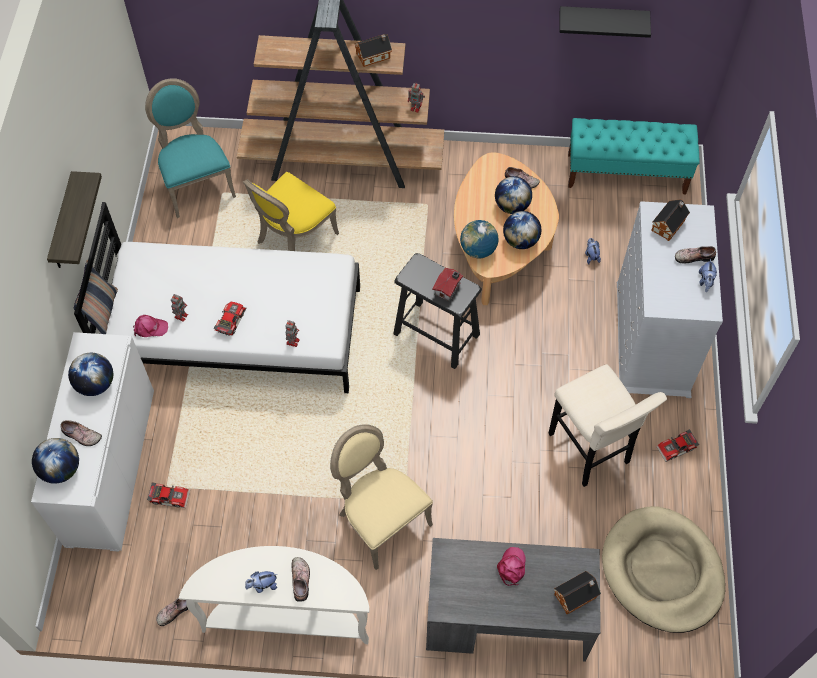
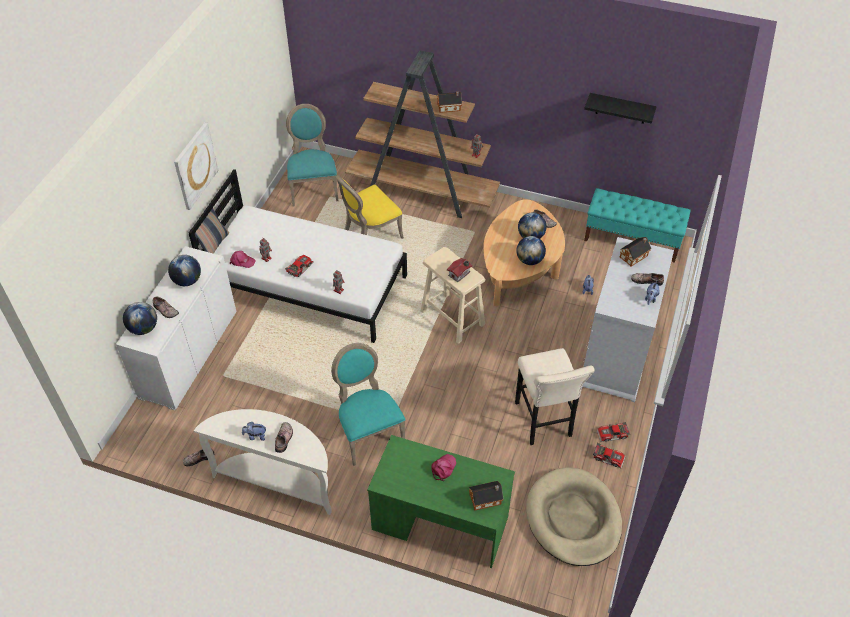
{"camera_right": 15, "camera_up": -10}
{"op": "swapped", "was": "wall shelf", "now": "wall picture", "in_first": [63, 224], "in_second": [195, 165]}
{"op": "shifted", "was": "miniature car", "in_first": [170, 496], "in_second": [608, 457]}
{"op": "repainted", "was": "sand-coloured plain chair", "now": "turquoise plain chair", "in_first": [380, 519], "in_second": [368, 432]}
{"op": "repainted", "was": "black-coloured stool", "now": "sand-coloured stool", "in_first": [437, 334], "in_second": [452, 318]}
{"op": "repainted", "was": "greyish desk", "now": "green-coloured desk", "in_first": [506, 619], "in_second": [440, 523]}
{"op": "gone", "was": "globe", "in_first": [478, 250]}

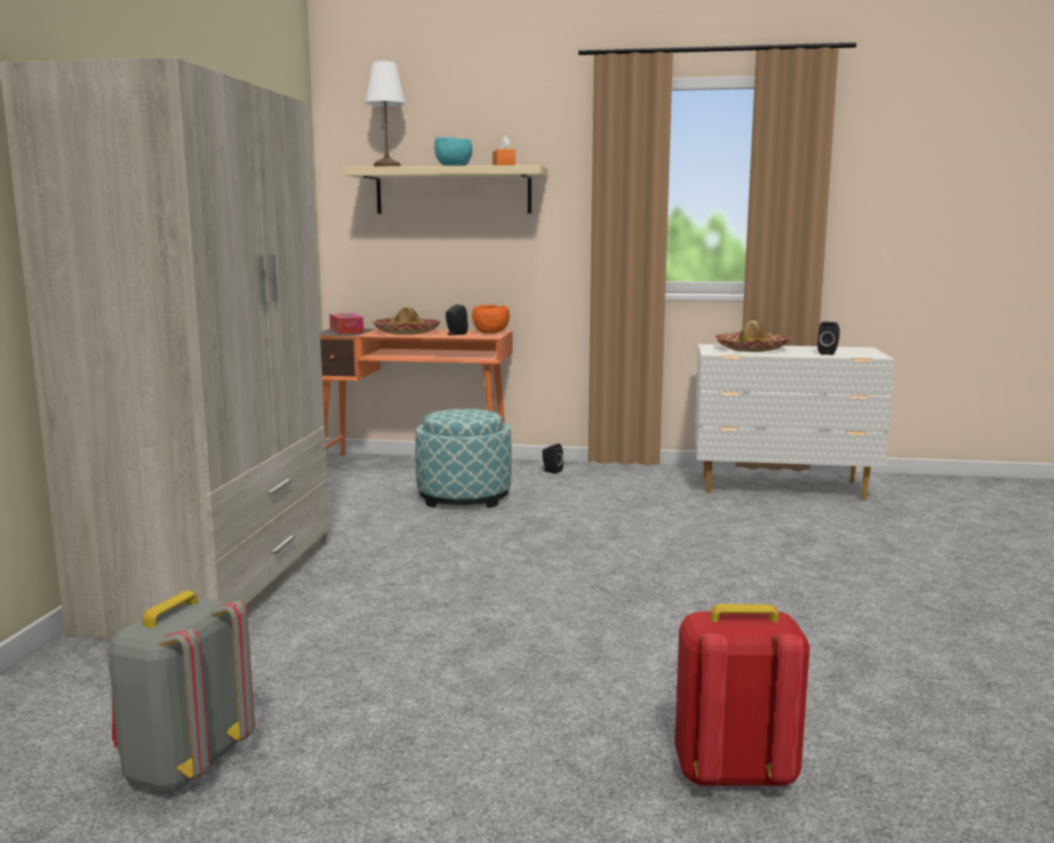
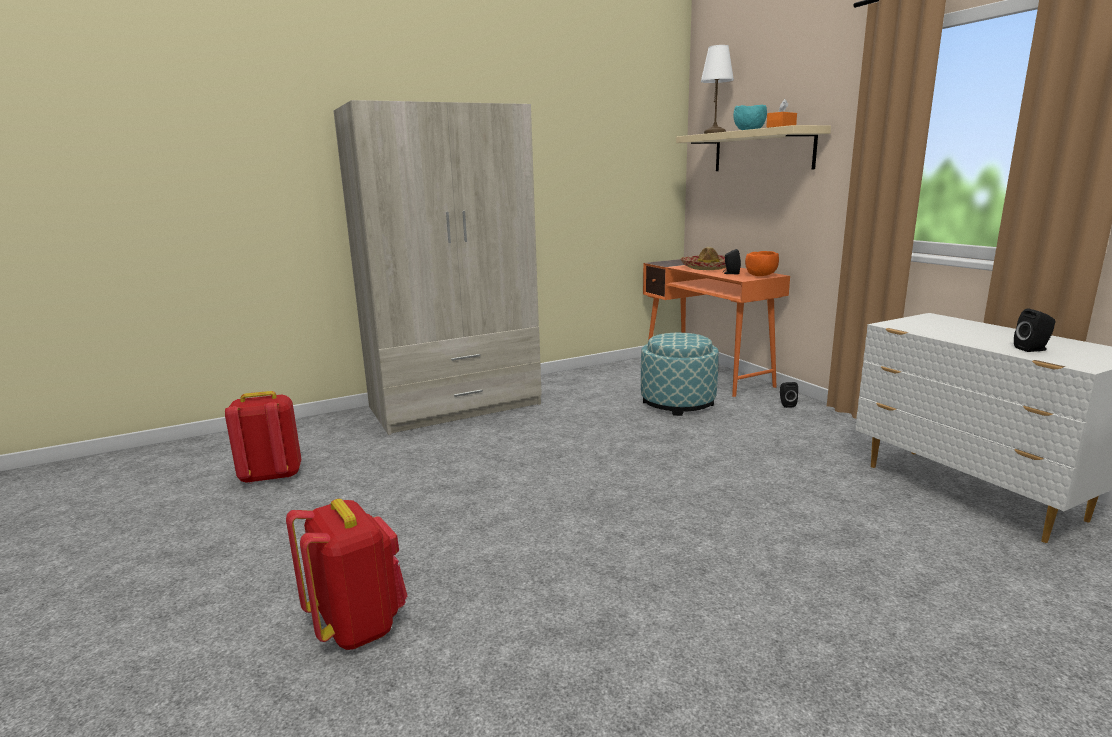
{"camera_right": 55, "camera_up": 5}
{"op": "repainted", "was": "greyish knapsack", "now": "reddish knapsack", "in_first": [183, 767], "in_second": [271, 476]}
{"op": "gone", "was": "tissue holder", "in_first": [346, 331]}
{"op": "gone", "was": "hat", "in_first": [752, 349]}

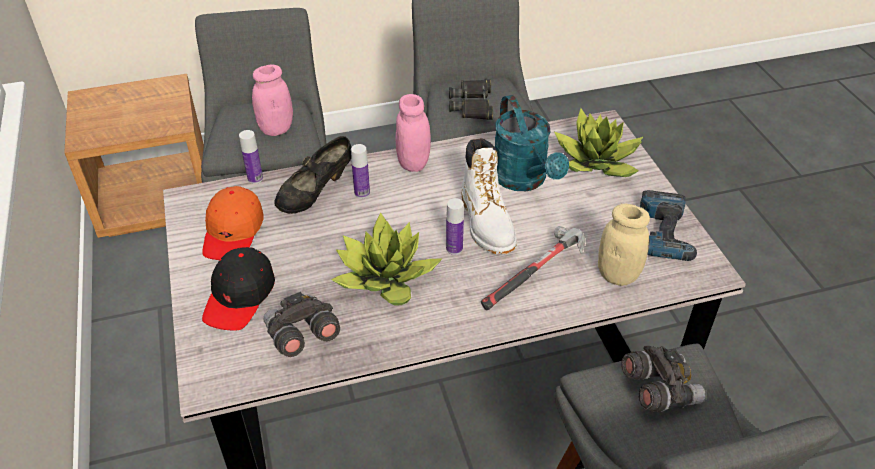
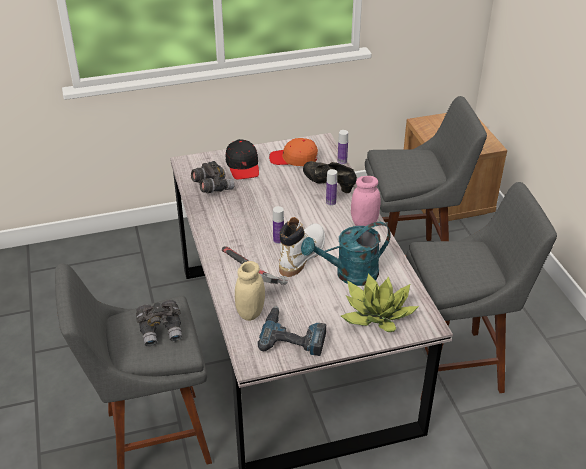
{"camera_right": 90, "camera_up": -5}
{"op": "rotated", "was": "black-coloured cap", "in_first": [240, 296], "in_second": [243, 166], "clockwise": -120}
{"op": "gone", "was": "pinkish storage jar", "in_first": [276, 129]}
{"op": "gone", "was": "potted plant", "in_first": [386, 278]}
{"op": "gone", "was": "black-coloured field glasses", "in_first": [472, 104]}
{"op": "rotated", "was": "white-coloured tall boot", "in_first": [487, 223], "in_second": [302, 255], "clockwise": 135}

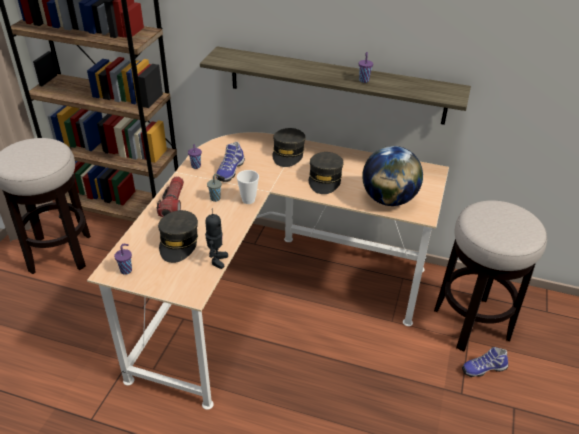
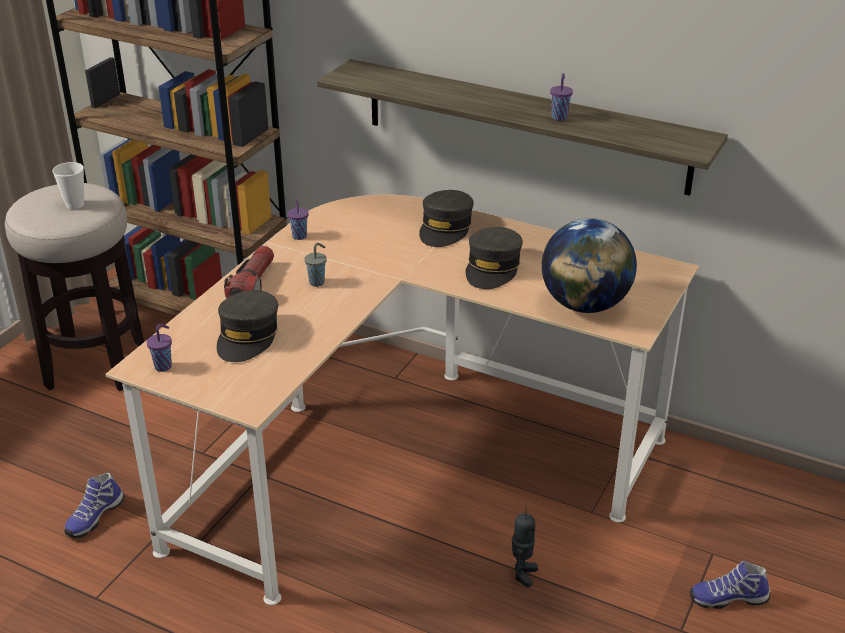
{"camera_right": 10, "camera_up": -5}
{"op": "shifted", "was": "robot figure", "in_first": [217, 260], "in_second": [522, 574]}
{"op": "shifted", "was": "low shoe", "in_first": [229, 171], "in_second": [94, 516]}
{"op": "shifted", "was": "cup", "in_first": [248, 200], "in_second": [75, 205]}
{"op": "gone", "was": "stool", "in_first": [471, 323]}

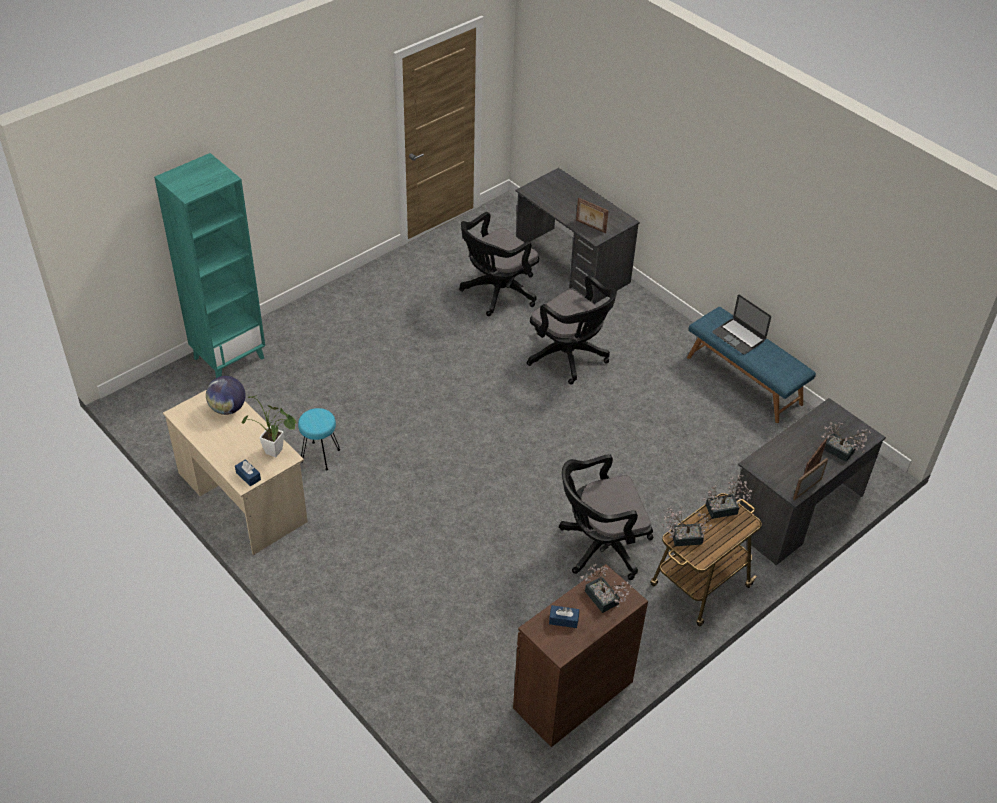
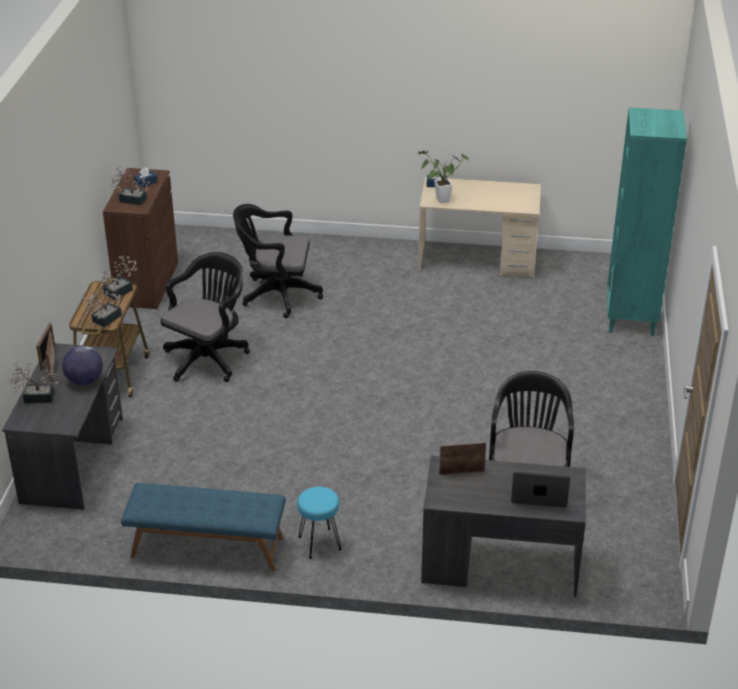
{"camera_right": 140, "camera_up": -10}
{"op": "shifted", "was": "globe", "in_first": [228, 408], "in_second": [84, 381]}
{"op": "shifted", "was": "turquoise stool", "in_first": [320, 456], "in_second": [319, 543]}
{"op": "shifted", "was": "black-coloured desk chair", "in_first": [569, 357], "in_second": [276, 295]}
{"op": "shifted", "was": "portable computer", "in_first": [738, 336], "in_second": [539, 493]}

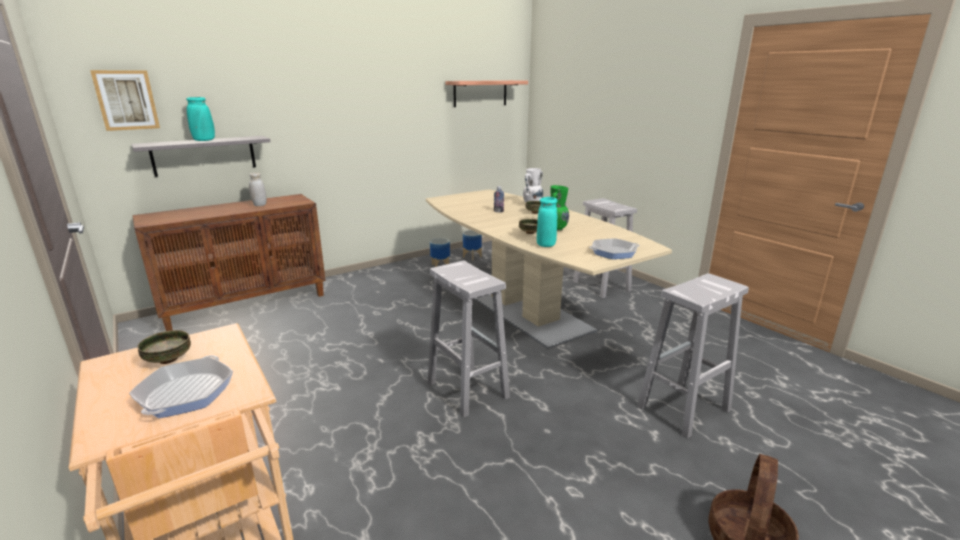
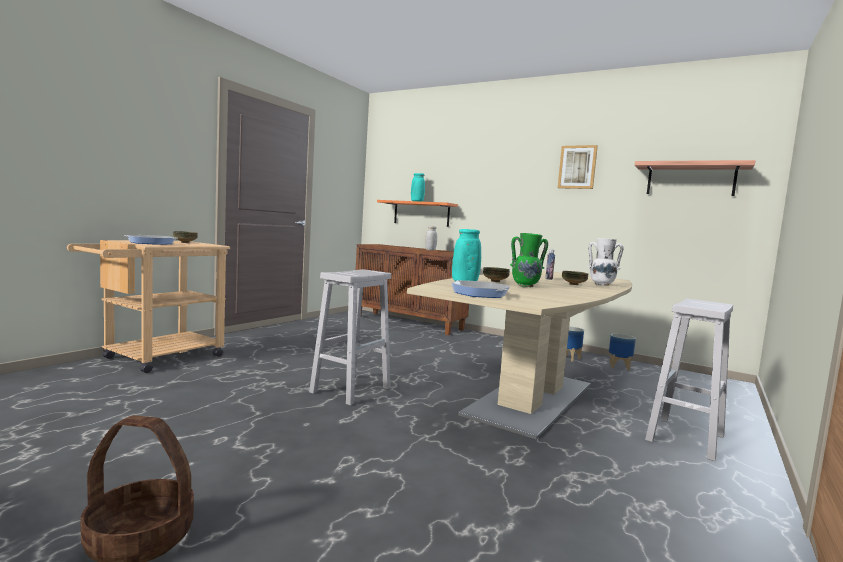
{"camera_right": 65, "camera_up": -15}
{"op": "shifted", "was": "wall picture", "in_first": [126, 100], "in_second": [577, 167]}
{"op": "repainted", "was": "greyish wall shelf", "now": "orange-coloured wall shelf", "in_first": [204, 155], "in_second": [421, 213]}
{"op": "gone", "was": "white-coloured stool", "in_first": [683, 409]}

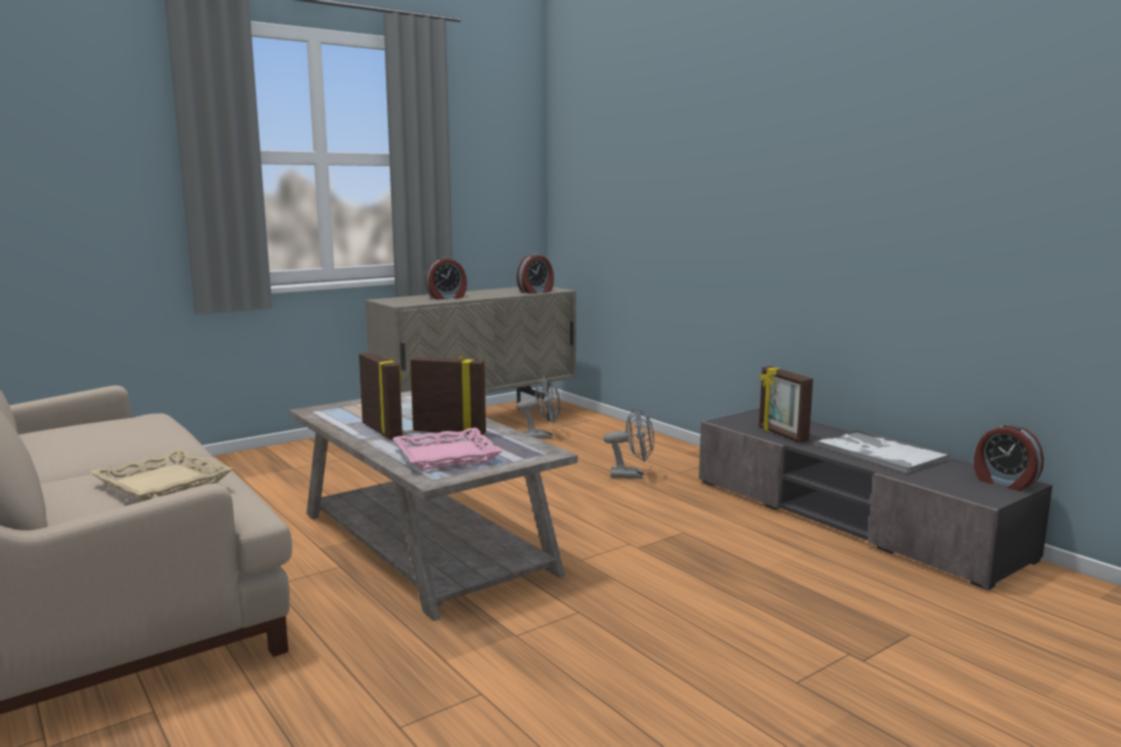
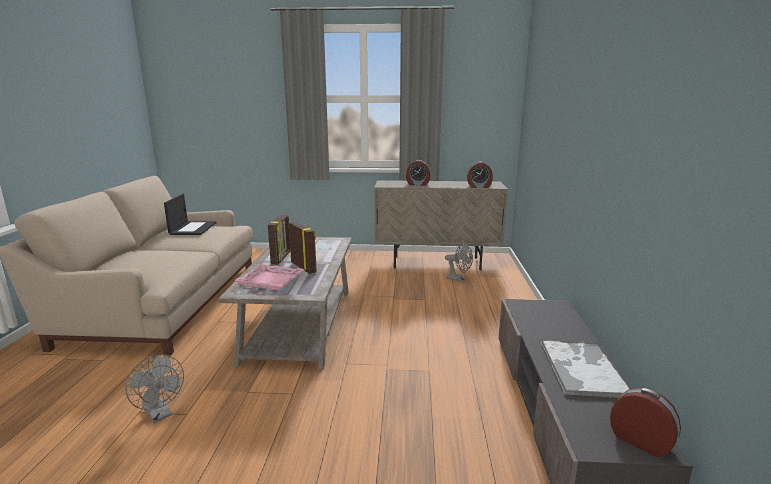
{"camera_right": 40, "camera_up": 5}
{"op": "gone", "was": "sand-coloured tray", "in_first": [162, 483]}
{"op": "shifted", "was": "greyish fan", "in_first": [632, 475], "in_second": [160, 414]}
{"op": "gone", "was": "standing frame", "in_first": [782, 435]}
{"op": "rotated", "was": "alarm clock", "in_first": [1004, 482], "in_second": [641, 441], "clockwise": 135}
{"op": "new", "now": "portable computer", "in_second": [193, 228]}

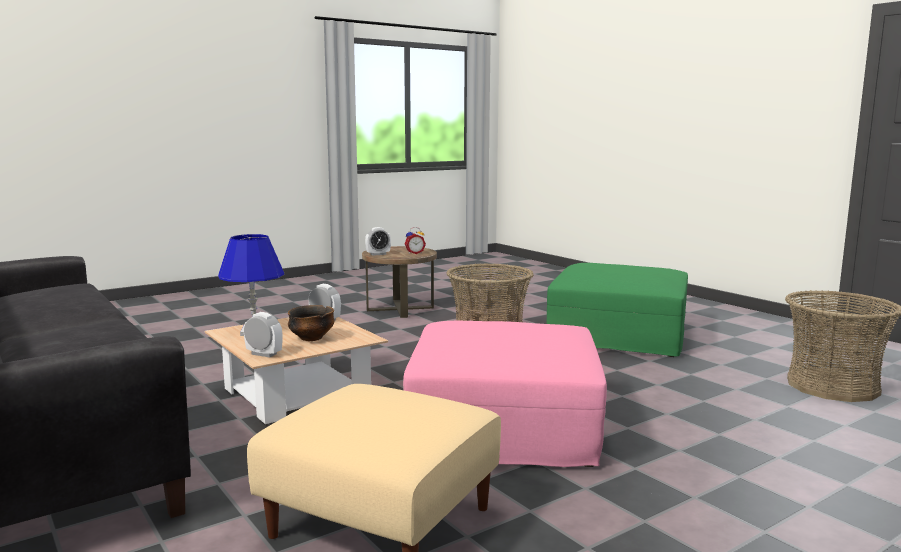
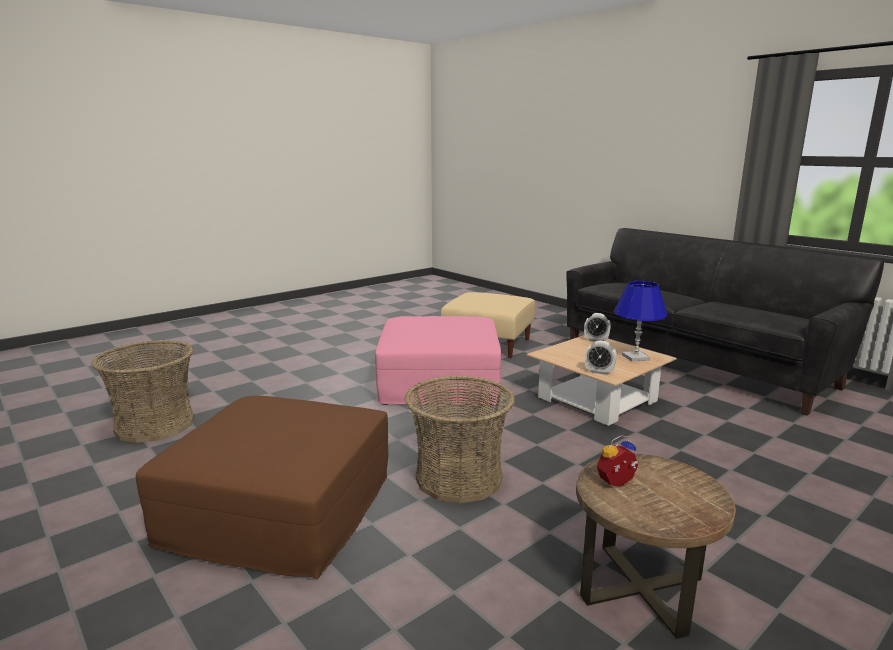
{"camera_right": 175, "camera_up": 5}
{"op": "gone", "was": "bowl", "in_first": [311, 338]}
{"op": "gone", "was": "alarm clock", "in_first": [378, 254]}
{"op": "repainted", "was": "green-coloured pouffe", "now": "brownish pouffe", "in_first": [618, 333], "in_second": [279, 510]}

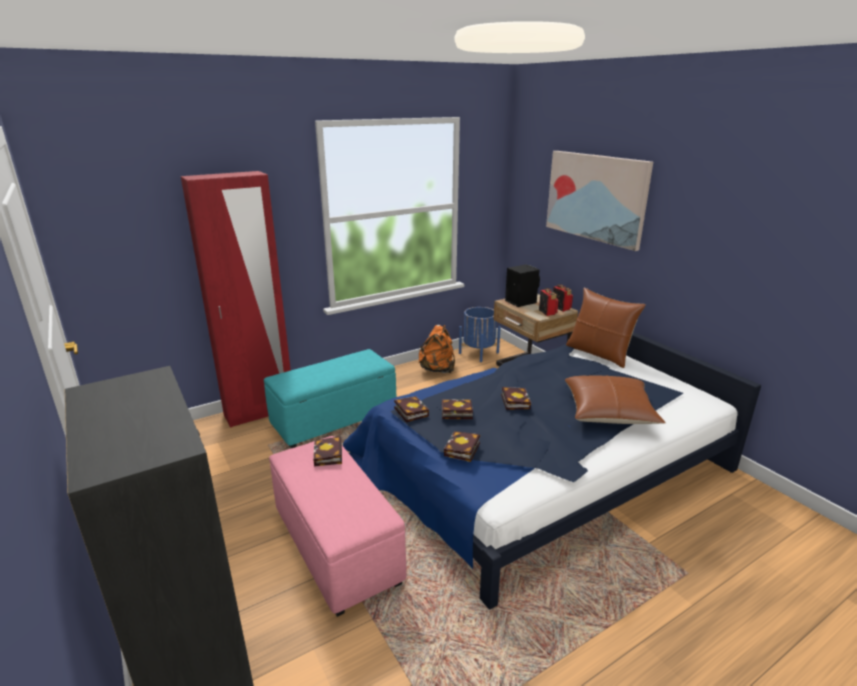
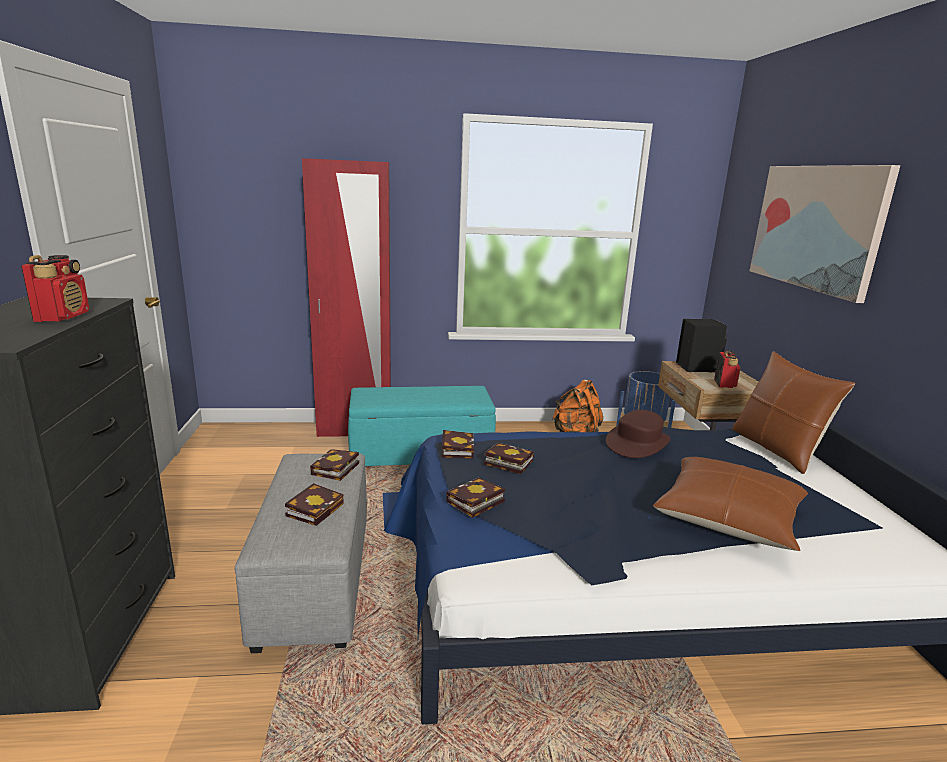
{"camera_right": 25, "camera_up": -5}
{"op": "repainted", "was": "pinkish pouffe", "now": "greyish pouffe", "in_first": [337, 546], "in_second": [315, 580]}
{"op": "shifted", "was": "bound book", "in_first": [514, 401], "in_second": [315, 508]}
{"op": "shifted", "was": "radio", "in_first": [561, 308], "in_second": [63, 317]}
{"op": "new", "now": "brownish hat", "in_second": [638, 443]}

